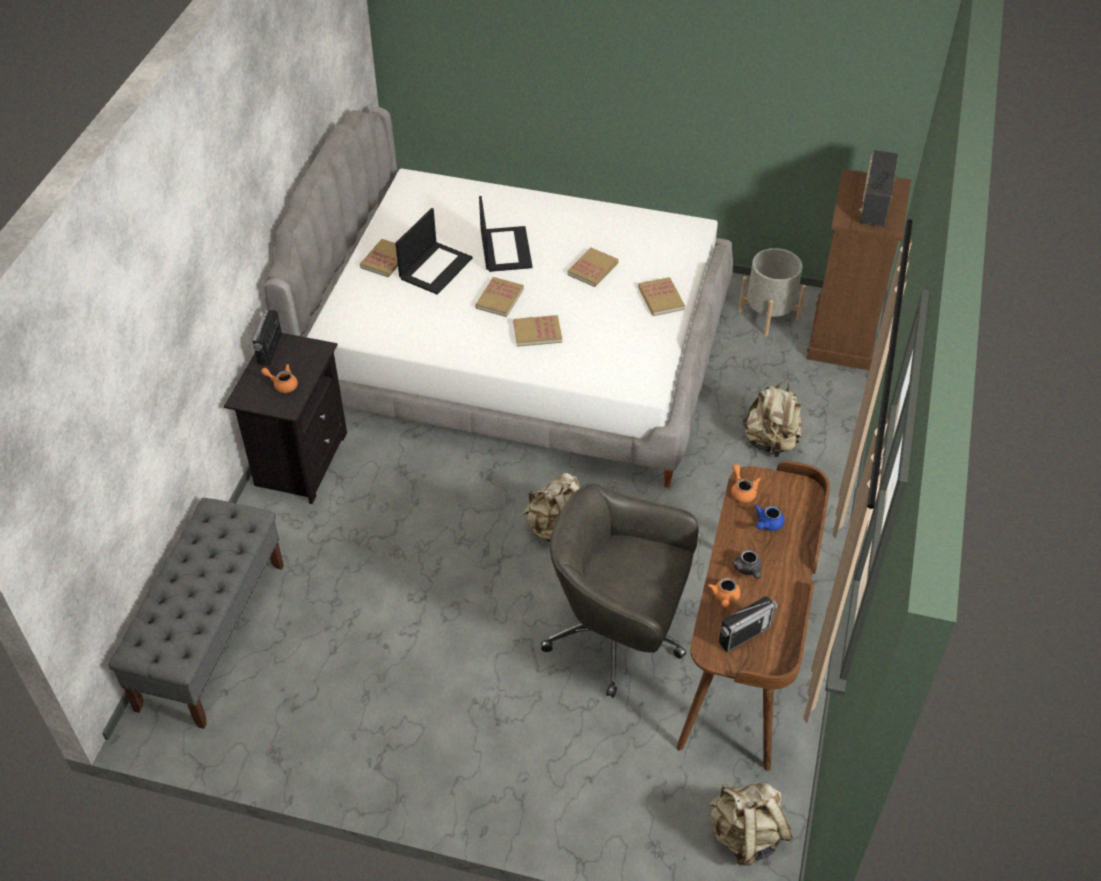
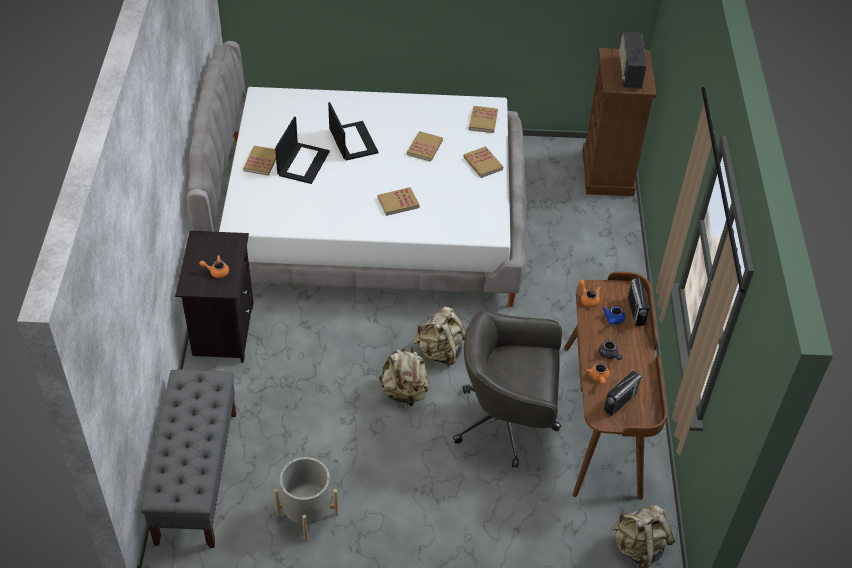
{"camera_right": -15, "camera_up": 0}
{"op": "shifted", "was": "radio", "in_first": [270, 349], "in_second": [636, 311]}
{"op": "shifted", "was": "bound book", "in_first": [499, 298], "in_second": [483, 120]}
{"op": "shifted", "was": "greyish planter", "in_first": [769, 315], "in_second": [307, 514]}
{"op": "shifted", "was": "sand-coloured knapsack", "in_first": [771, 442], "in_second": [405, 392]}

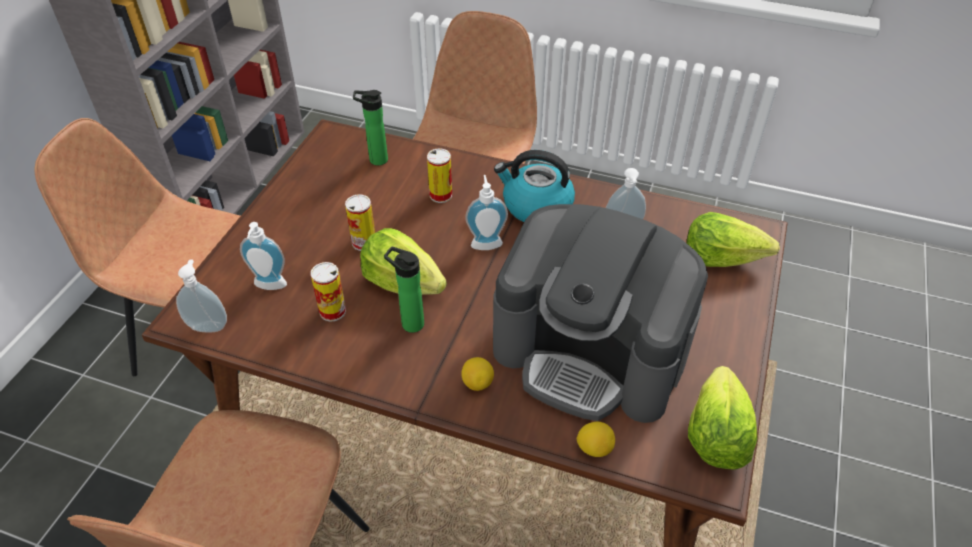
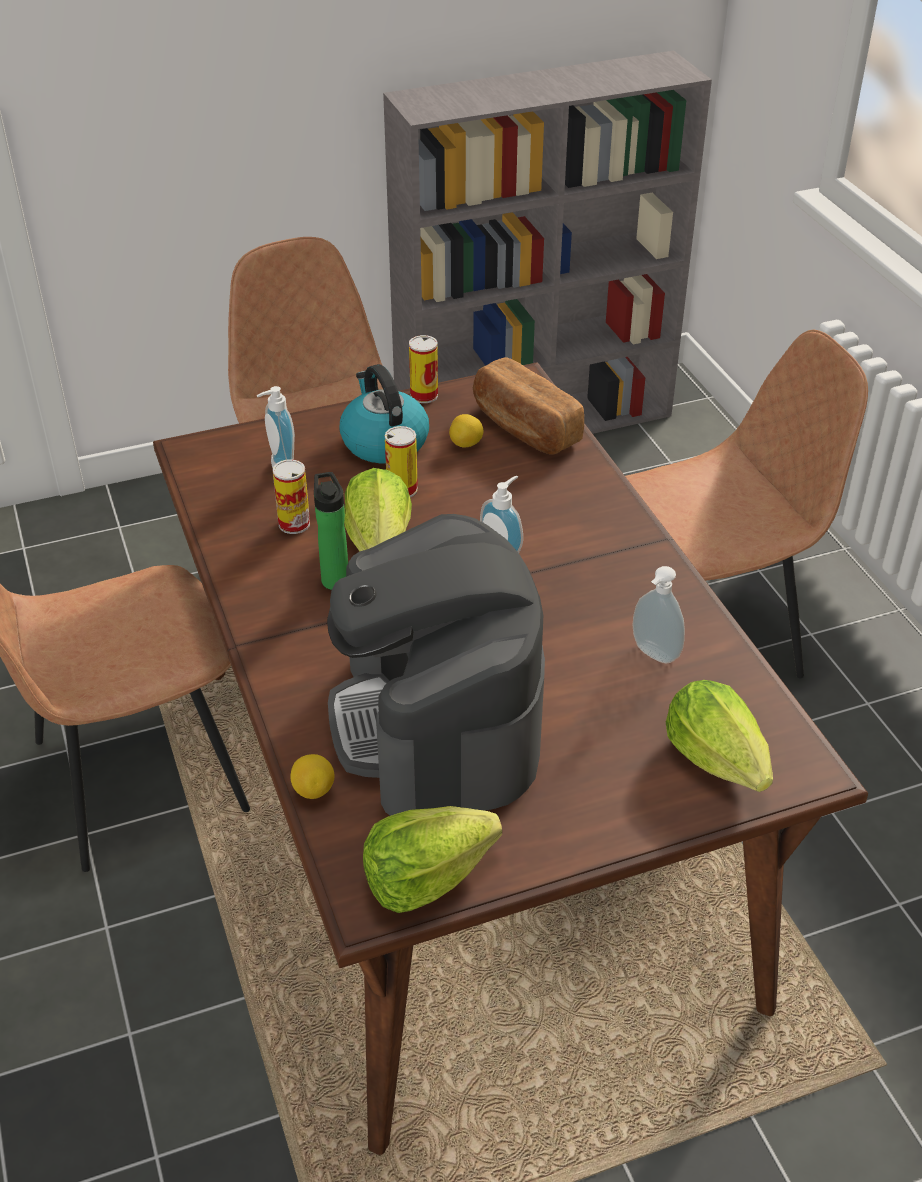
{"camera_right": 50, "camera_up": -5}
{"op": "gone", "was": "soap bottle", "in_first": [209, 325]}
{"op": "swapped", "was": "bottle", "now": "bread", "in_first": [375, 160], "in_second": [524, 428]}
{"op": "shifted", "was": "can", "in_first": [440, 195], "in_second": [424, 395]}
{"op": "shifted", "was": "lemon", "in_first": [477, 383], "in_second": [466, 444]}
{"op": "shifted", "was": "kettle", "in_first": [536, 206], "in_second": [383, 442]}

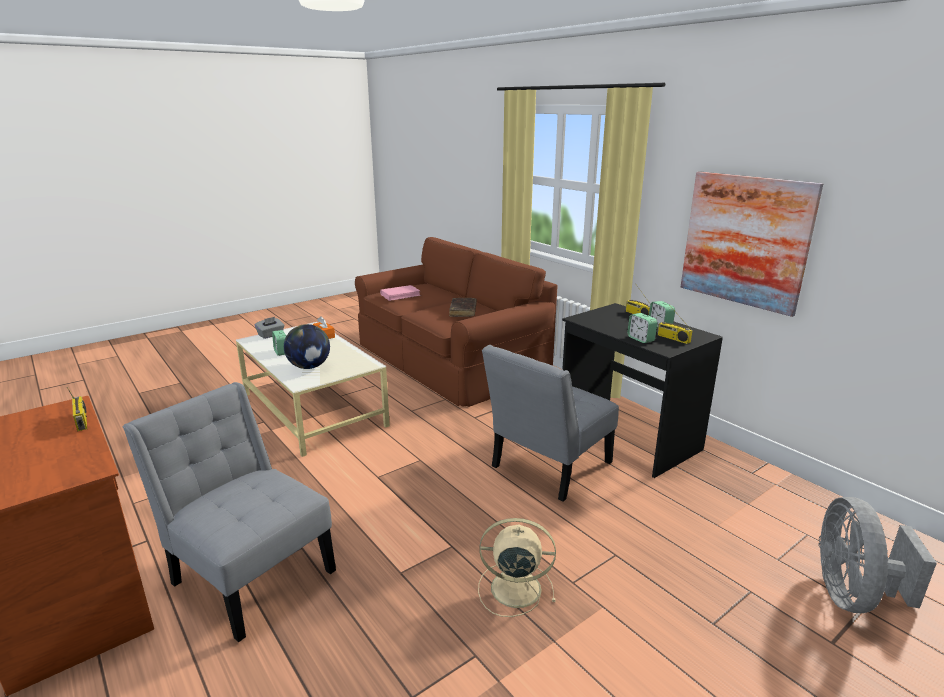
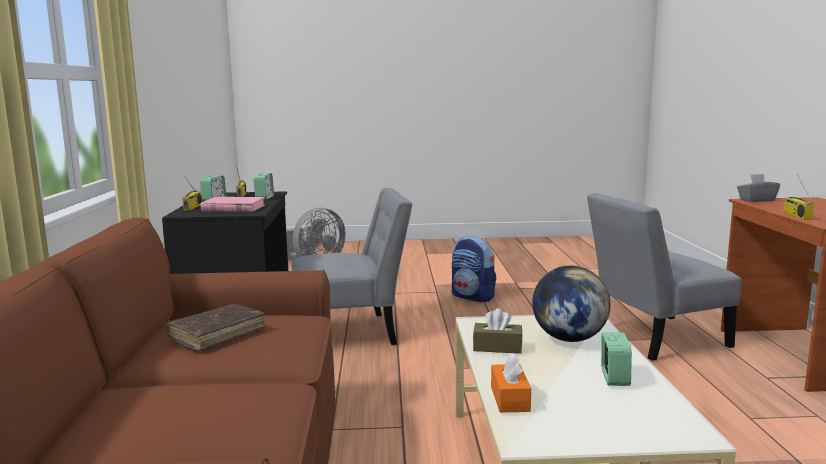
{"camera_right": -145, "camera_up": -10}
{"op": "rotated", "was": "greyish plain chair", "in_first": [249, 572], "in_second": [654, 338], "clockwise": 90}
{"op": "shifted", "was": "greyish tissue holder", "in_first": [271, 335], "in_second": [756, 200]}
{"op": "shifted", "was": "pinkish bound book", "in_first": [400, 295], "in_second": [233, 208]}
{"op": "swapped", "was": "sand-coloured fan", "now": "knapsack", "in_first": [513, 588], "in_second": [473, 297]}
{"op": "gone", "was": "wall picture", "in_first": [745, 240]}
{"op": "new", "now": "brownish tissue holder", "in_second": [497, 347]}

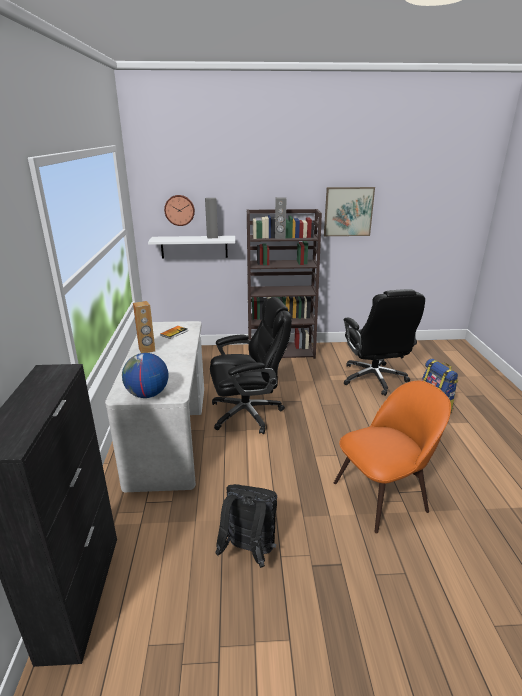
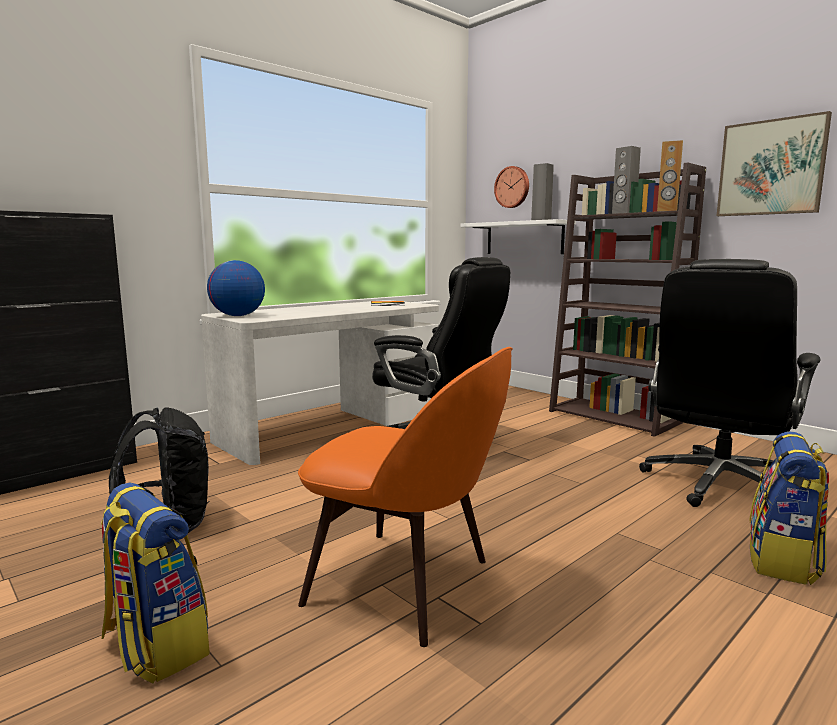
{"camera_right": 50, "camera_up": -15}
{"op": "shifted", "was": "brownish audio speaker", "in_first": [147, 350], "in_second": [667, 211]}
{"op": "new", "now": "knapsack", "in_second": [155, 645]}

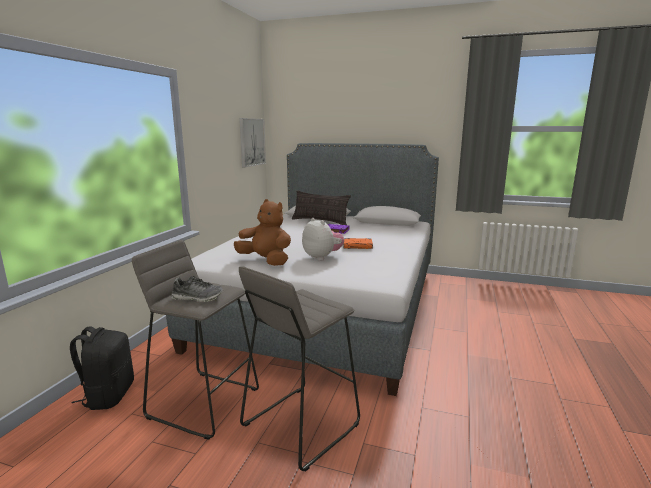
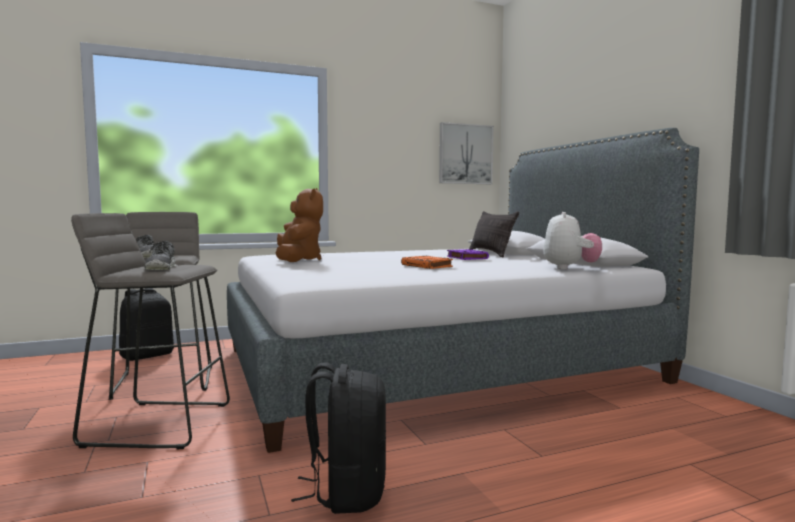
{"camera_right": 50, "camera_up": -10}
{"op": "shifted", "was": "cuddly toy", "in_first": [322, 257], "in_second": [570, 268]}
{"op": "new", "now": "low shoe", "in_second": [161, 268]}
{"op": "new", "now": "black-coloured knapsack", "in_second": [347, 491]}

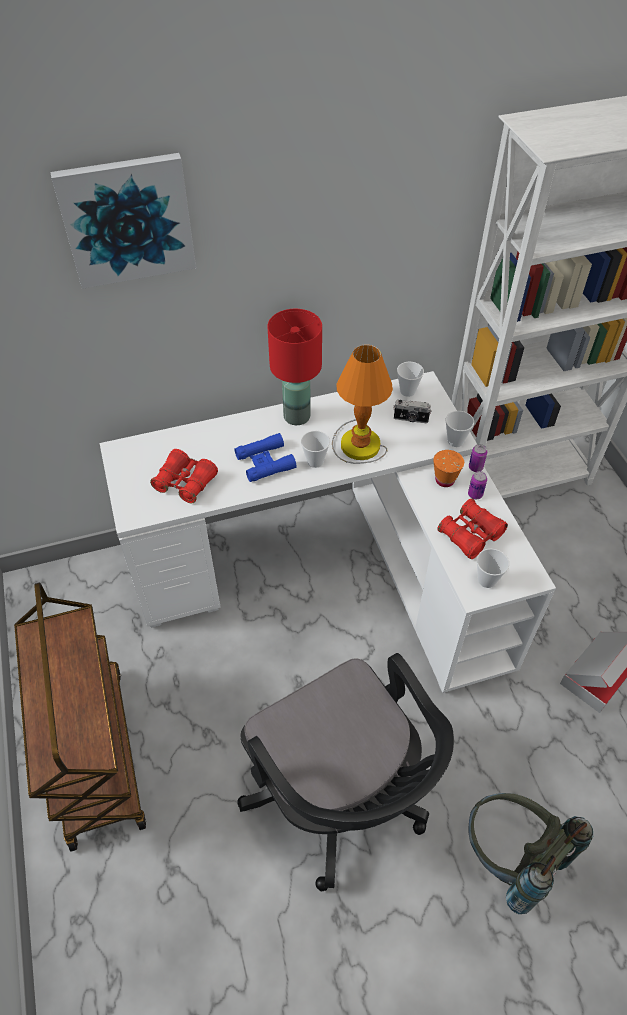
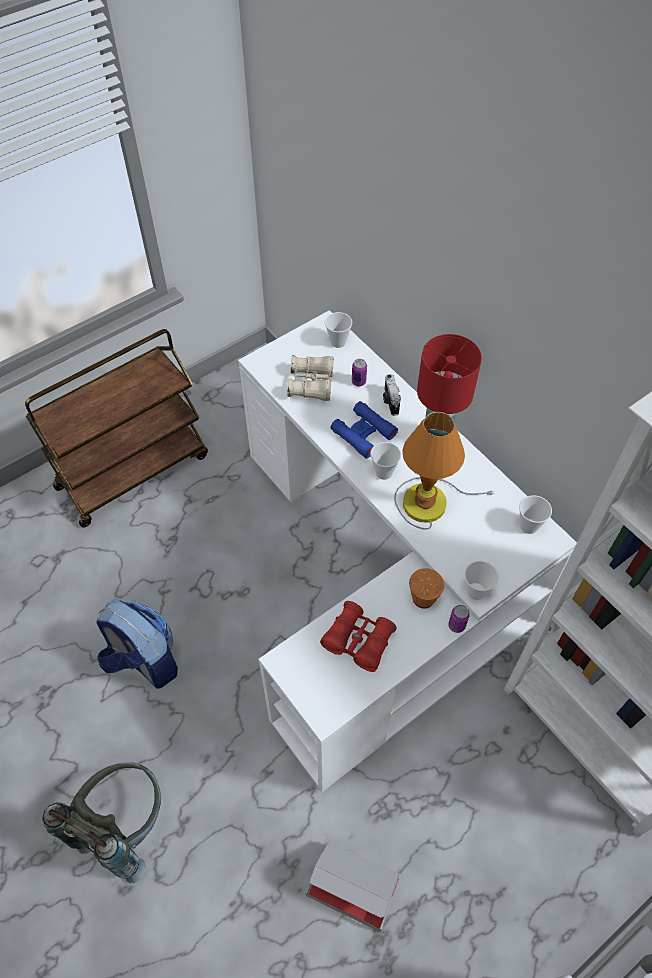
{"camera_right": 70, "camera_up": 5}
{"op": "gone", "was": "wall picture", "in_first": [127, 220]}
{"op": "repainted", "was": "reddish field glasses", "now": "sand-coloured field glasses", "in_first": [185, 483], "in_second": [311, 384]}
{"op": "swapped", "was": "black-coloured desk chair", "now": "knapsack", "in_first": [340, 798], "in_second": [143, 661]}
{"op": "shifted", "was": "still camera", "in_first": [411, 419], "in_second": [390, 401]}
{"op": "shifted", "was": "can", "in_first": [475, 494], "in_second": [358, 382]}
{"op": "shifted", "was": "cup", "in_first": [487, 580], "in_second": [338, 342]}

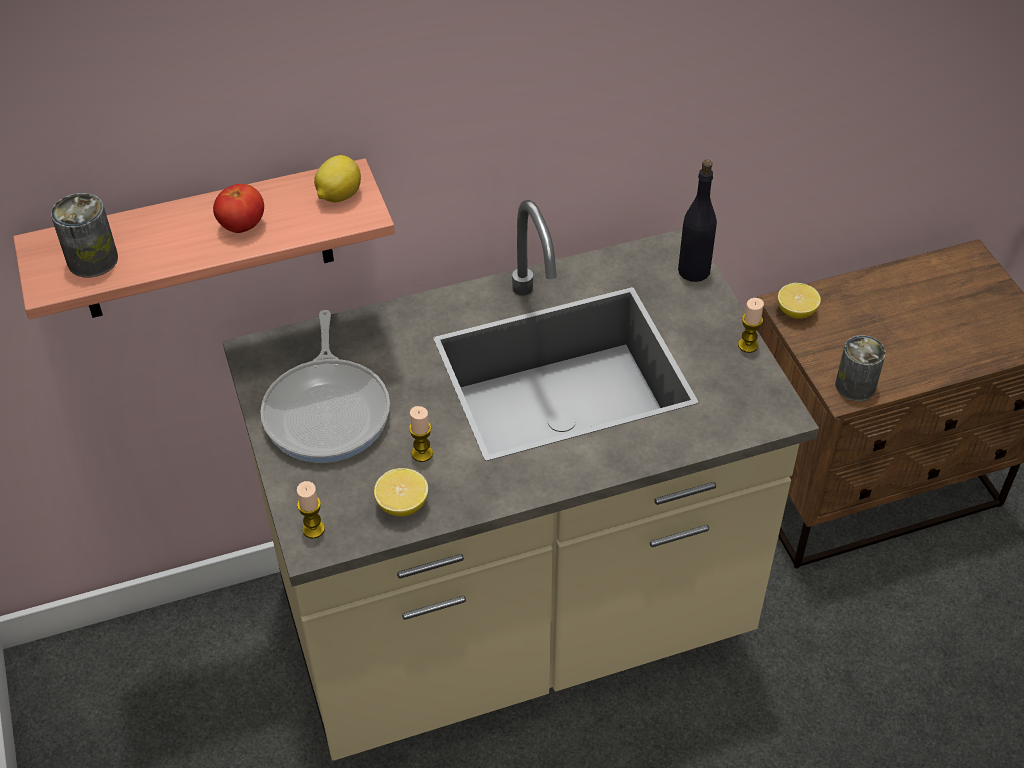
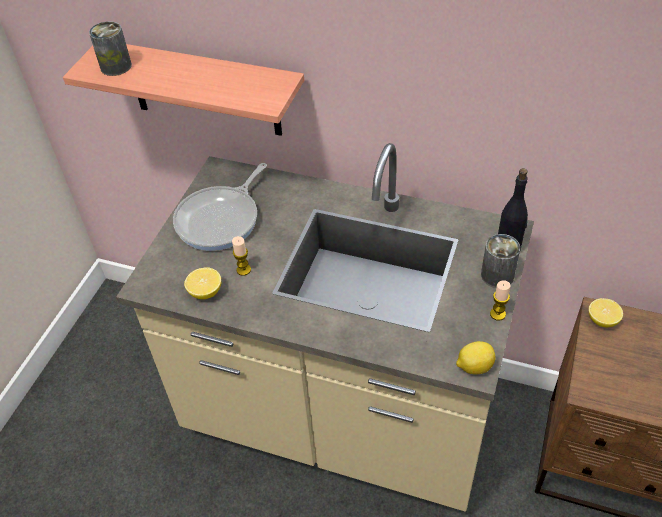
{"camera_right": 40, "camera_up": 0}
{"op": "gone", "was": "whole tomato", "in_first": [242, 226]}
{"op": "gone", "was": "wax light", "in_first": [313, 529]}
{"op": "shifted", "was": "lemon", "in_first": [338, 196], "in_second": [474, 366]}
{"op": "shifted", "was": "can", "in_first": [855, 386], "in_second": [497, 275]}

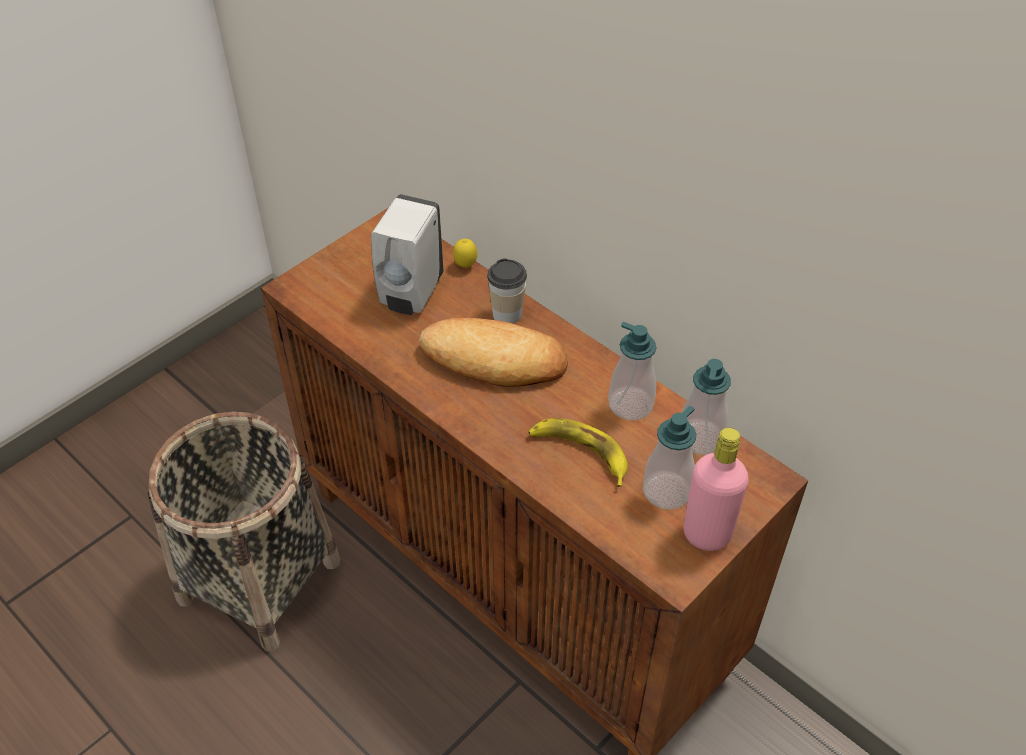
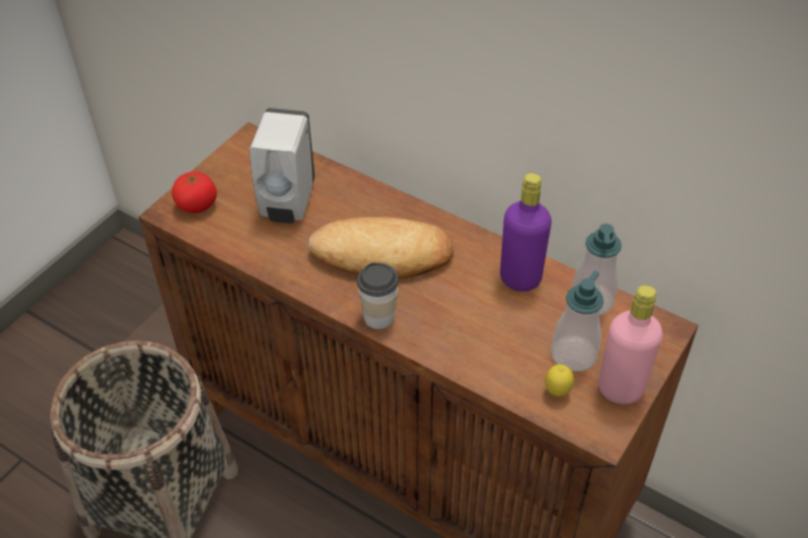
{"camera_right": -10, "camera_up": 0}
{"op": "shifted", "was": "lemon", "in_first": [465, 266], "in_second": [557, 392]}
{"op": "shifted", "was": "cup", "in_first": [507, 314], "in_second": [379, 317]}
{"op": "gone", "was": "whole banana", "in_first": [580, 452]}
{"op": "swapped", "was": "soap bottle", "now": "purple bottle", "in_first": [630, 404], "in_second": [520, 278]}
{"op": "new", "now": "whole tomato", "in_second": [197, 205]}

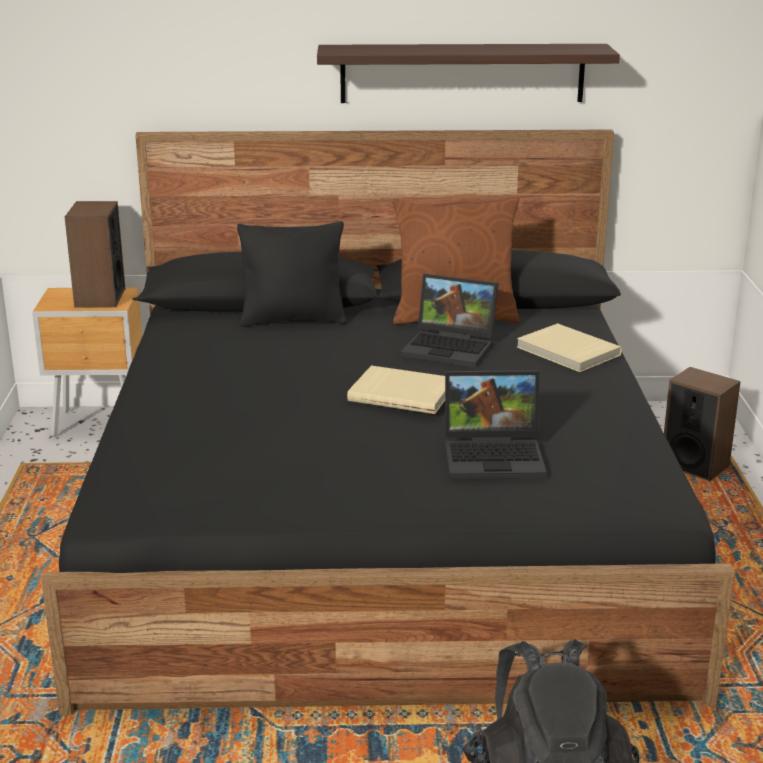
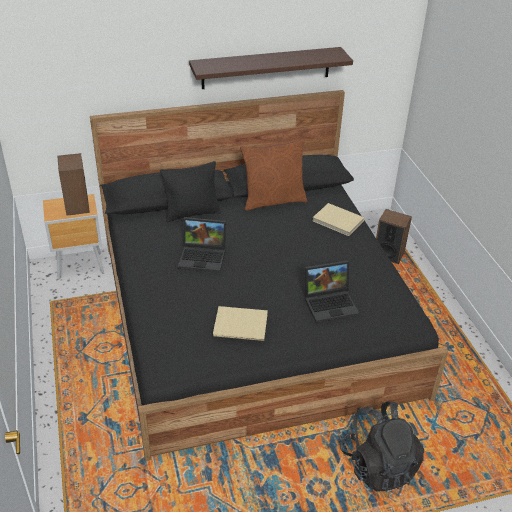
{"camera_right": -15, "camera_up": 15}
{"op": "shifted", "was": "sand-coloured bound book", "in_first": [402, 393], "in_second": [240, 324]}
{"op": "shifted", "was": "portable computer", "in_first": [452, 348], "in_second": [204, 257]}

